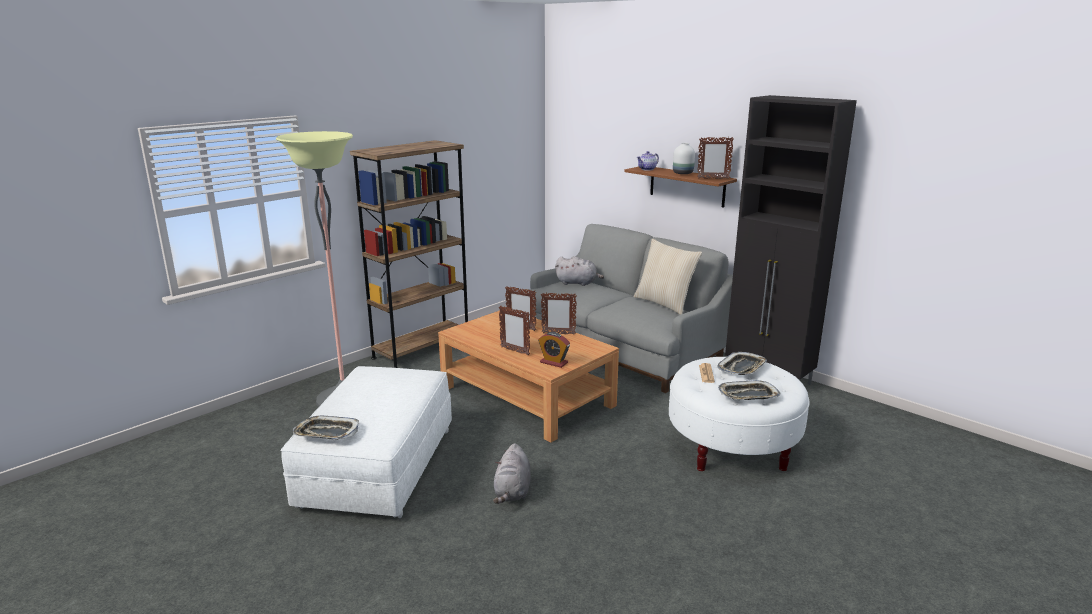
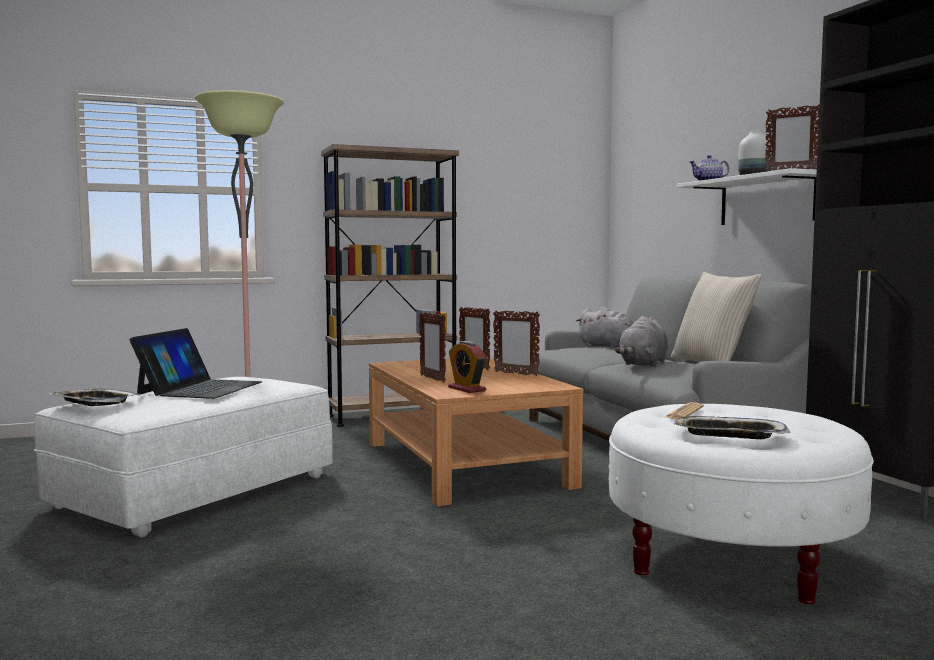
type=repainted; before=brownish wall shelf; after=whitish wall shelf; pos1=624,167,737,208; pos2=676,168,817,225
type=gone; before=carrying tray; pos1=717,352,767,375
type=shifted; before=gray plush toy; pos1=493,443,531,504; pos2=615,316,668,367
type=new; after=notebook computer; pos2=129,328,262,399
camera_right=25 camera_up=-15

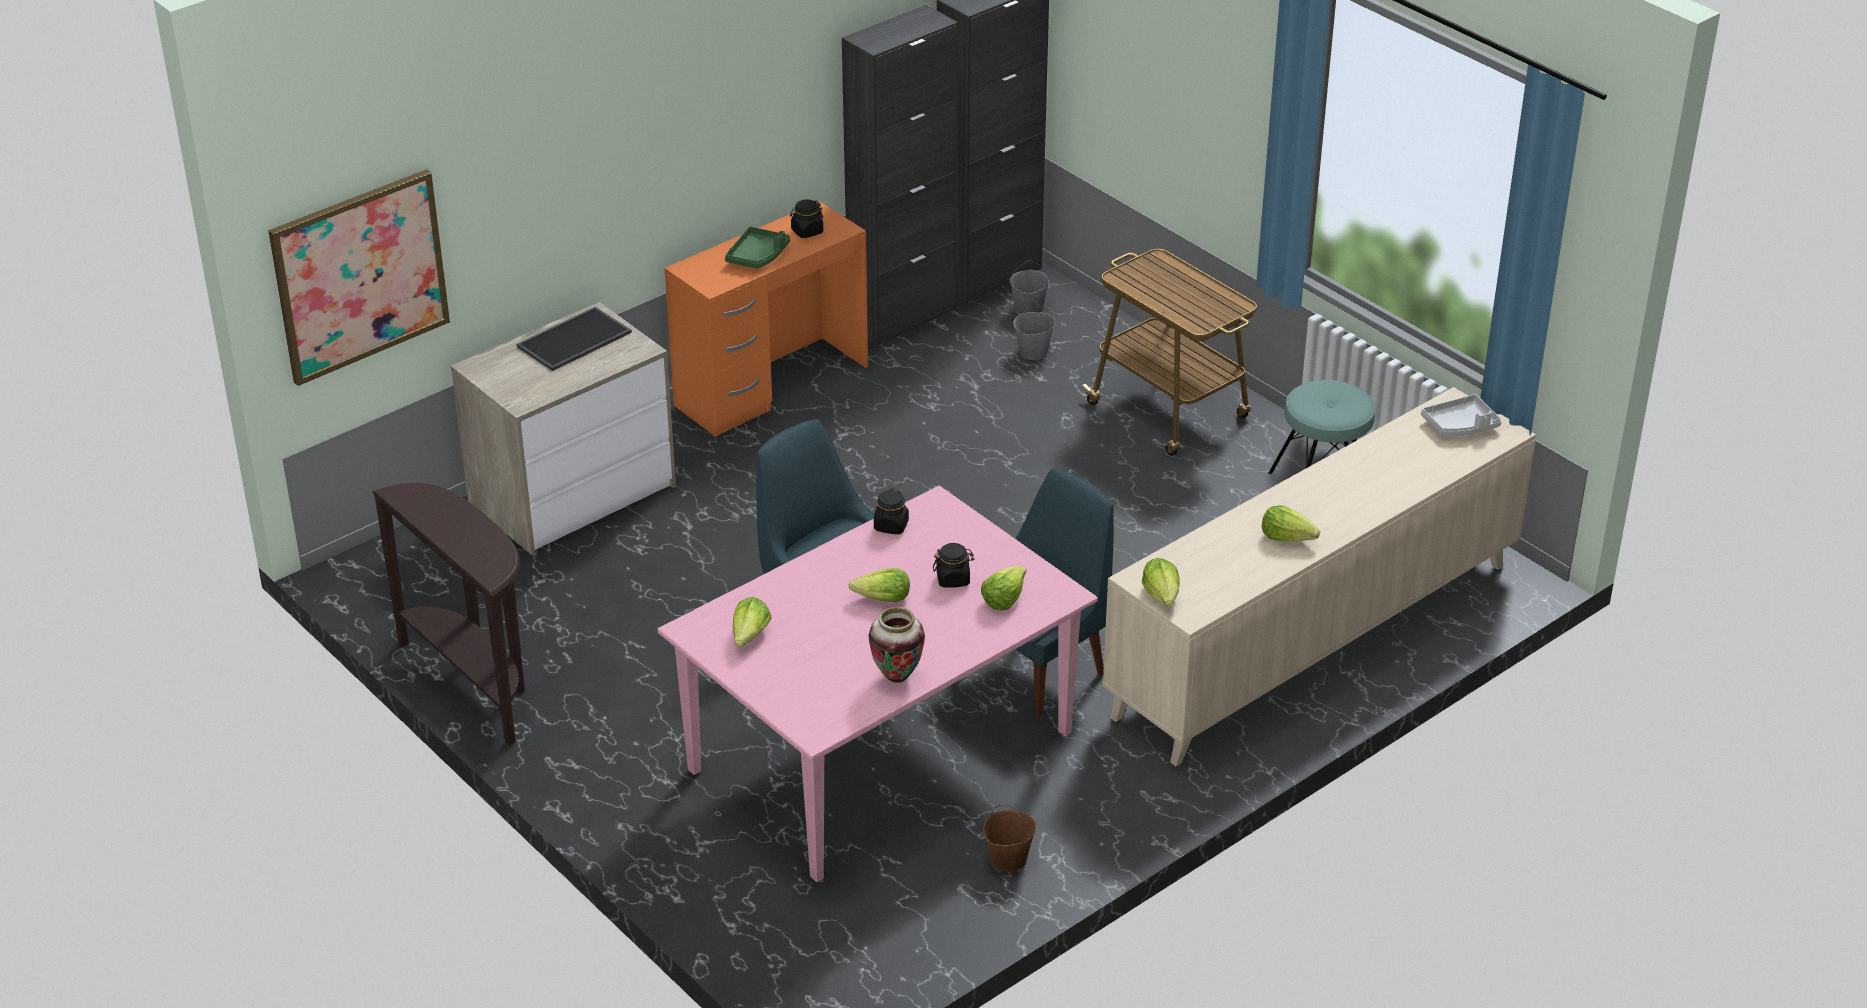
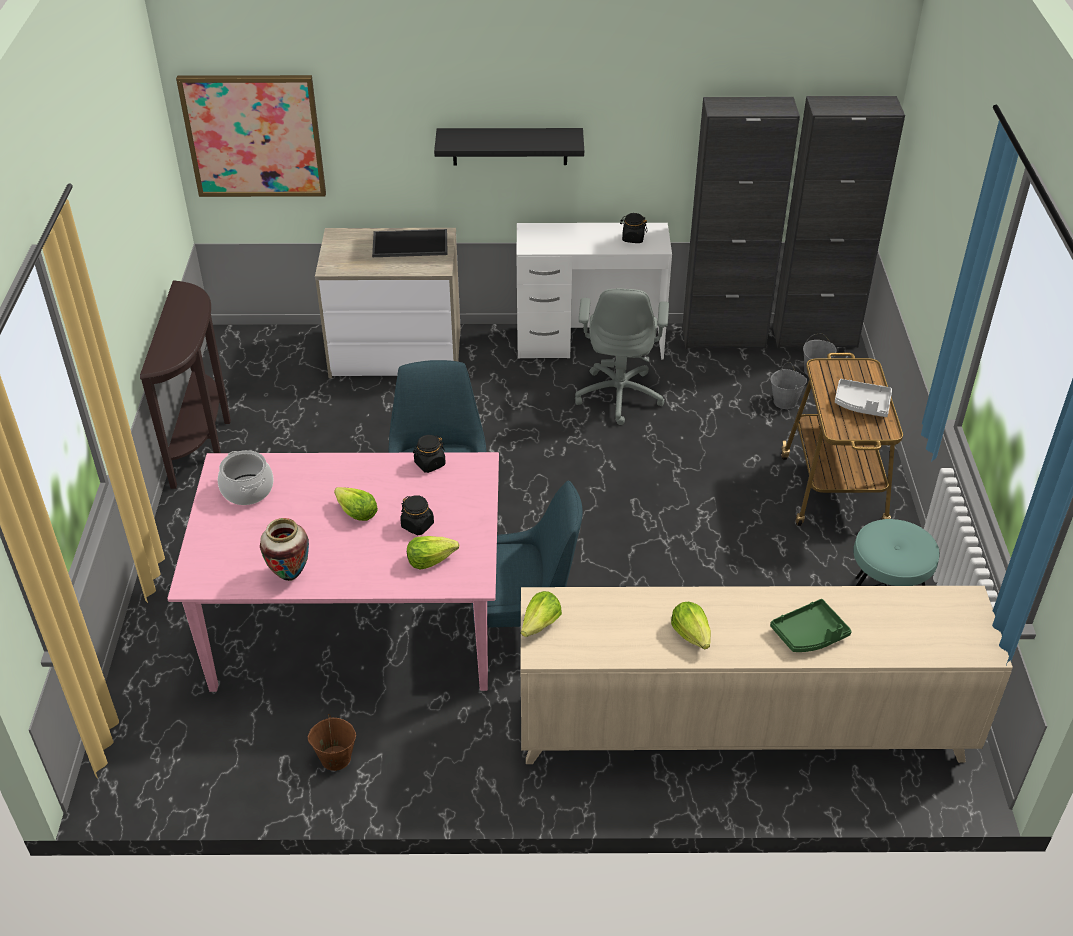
type=repainted; before=orangey desk; after=whitish desk; pos1=664,202,868,437; pos2=516,223,672,359
type=shifted; before=green carrying tray; pos1=725,227,790,269; pos2=770,599,852,652
type=shifted; before=gray carrying tray; pos1=1421,394,1502,436; pos2=835,379,892,417
type=swapped; before=lettuce; after=saucepot; pos1=733,597,772,647; pos2=218,450,274,505
type=new; after=blackish wall shelf; pos2=434,128,584,165
type=new; after=gray desk chair; pos2=575,289,669,425
camera_right=40 camera_up=5

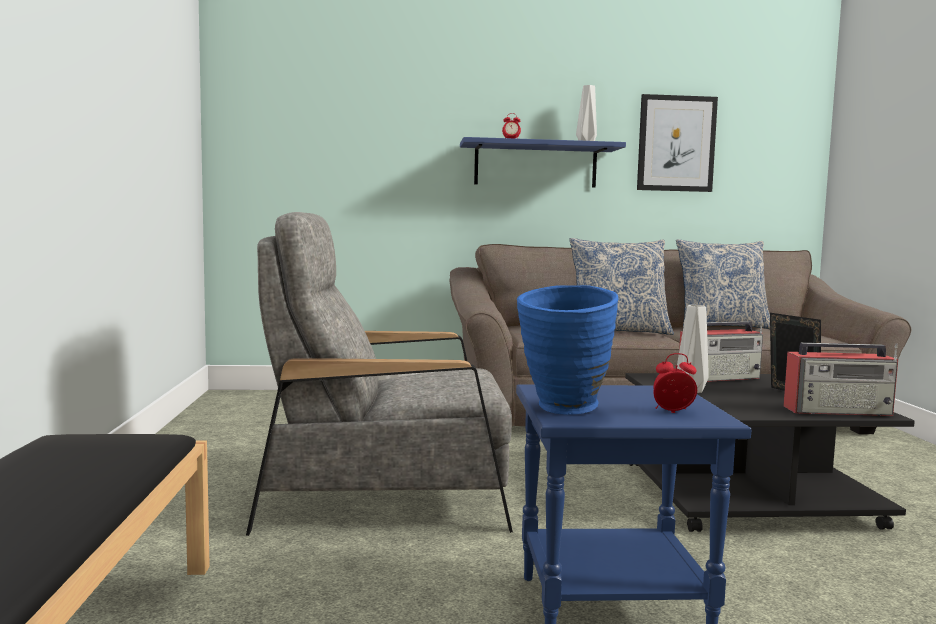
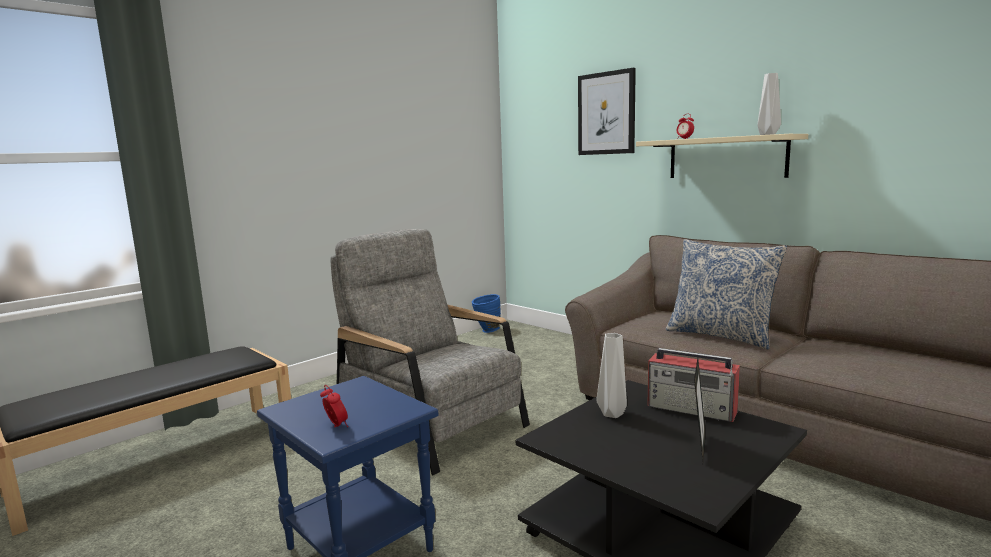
type=shifted; before=picture; pos1=637,94,718,192; pos2=578,68,636,155
type=repainted; before=bluish wall shelf; after=sand-coloured wall shelf; pos1=460,137,626,188; pos2=636,134,808,178
type=gone; before=cushion; pos1=676,239,770,329
type=shifted; before=bluish flower vase; pos1=517,285,619,415; pos2=472,294,501,333
type=gone; before=radio; pos1=783,343,898,416
camera_right=50 camera_up=5

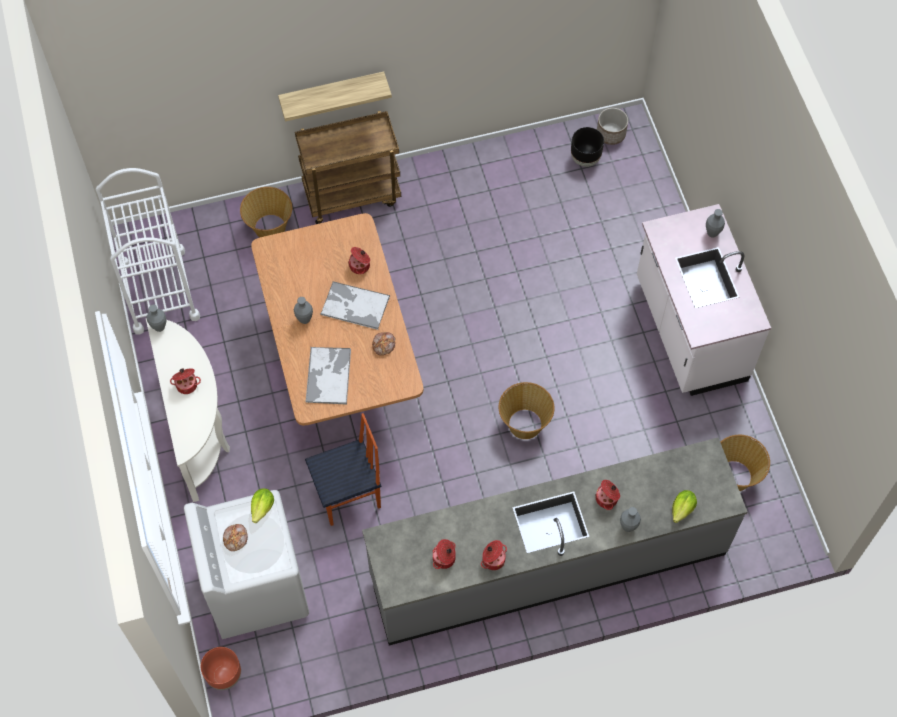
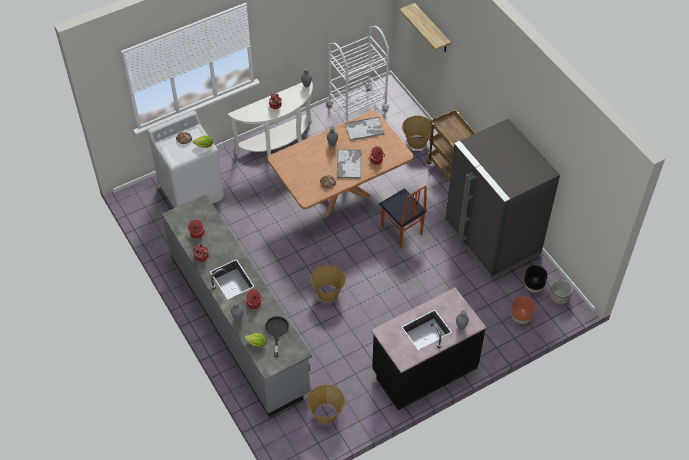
type=shifted; before=wall shelf; pos1=278,71,392,122; pos2=399,3,451,52
type=repainted; before=whitish kitchen base unit; after=blackish kitchen base unit; pos1=637,204,771,396; pos2=371,288,486,410
type=shifted; before=carrying tray; pos1=306,347,351,405; pos2=345,117,384,140
type=shifted; before=plain chair; pos1=305,413,381,526; pos2=379,185,427,248
type=shifted; before=brownish flower pot; pos1=201,647,241,690; pos2=511,296,535,324
type=new; after=gray fridge; pos2=445,118,560,279
type=new; after=blackish pan; pos2=265,316,289,357
camera_right=75 camera_up=-10

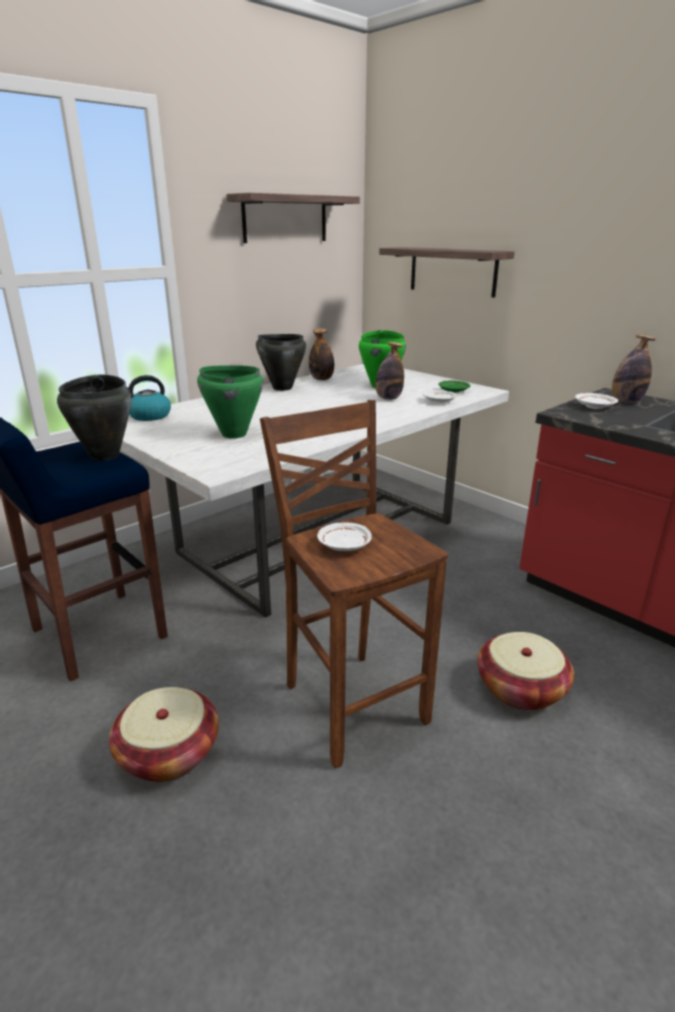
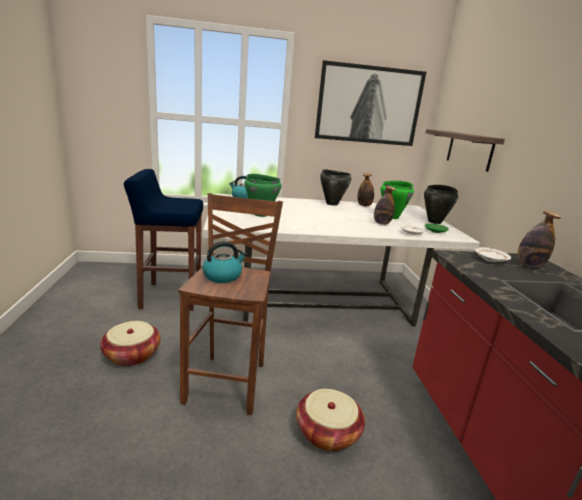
type=swapped; before=wall shelf; after=picture; pos1=227,193,360,243; pos2=315,60,426,146
type=shifted; before=blackish saucepot; pos1=57,375,132,461; pos2=424,185,458,224
type=swapped; before=whitish plate; after=tea kettle; pos1=317,522,372,551; pos2=202,241,247,283
camera_right=35 camera_up=-5

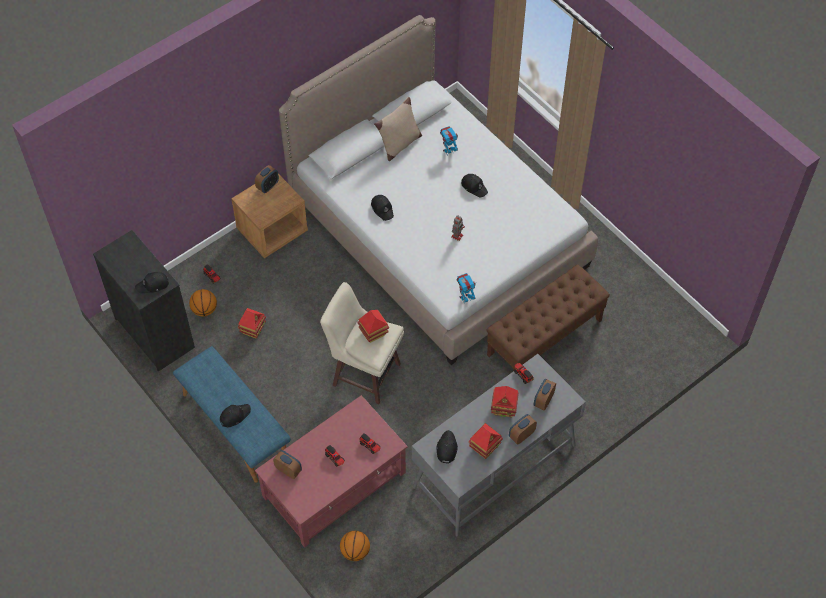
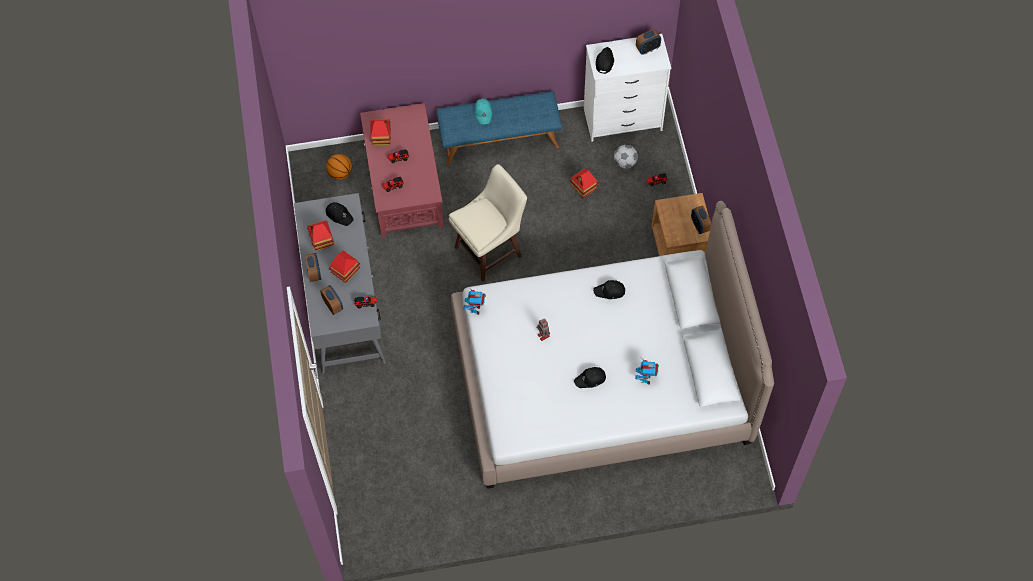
type=gone; before=sand-coloured cushion; pos1=374,97,422,161
type=repainted; before=blackish chest of drawers; after=whitish chest of drawers; pos1=93,230,195,372; pos2=584,34,671,142
type=gone; before=brownish indoor bench; pos1=487,264,610,371
type=swapped; before=basketball ball; after=football; pos1=189,289,217,317; pos2=614,145,638,169
type=shifted; before=toy house; pos1=357,310,389,343; pos2=370,119,391,146
type=repainted; before=blackish baseball cap; after=turquoise baseball cap; pos1=220,404,251,428; pos2=475,99,492,125
type=shifted; before=alarm clock; pos1=273,450,302,479; pos2=636,29,661,55
camera_right=120 camera_up=5

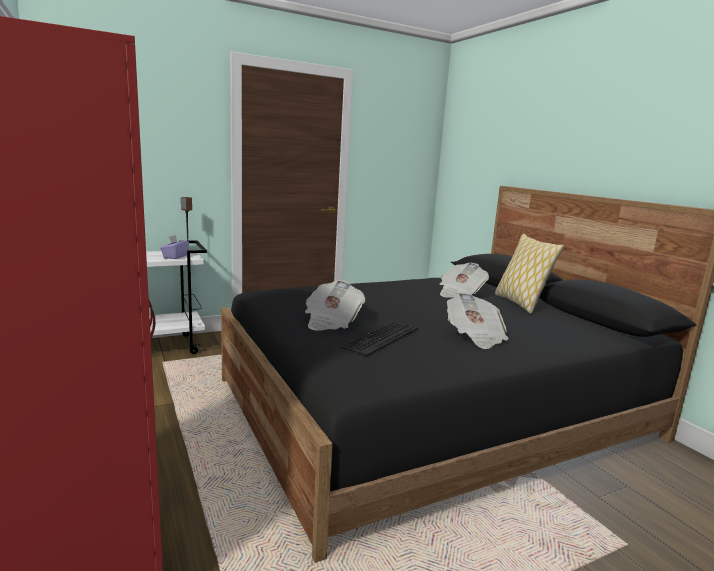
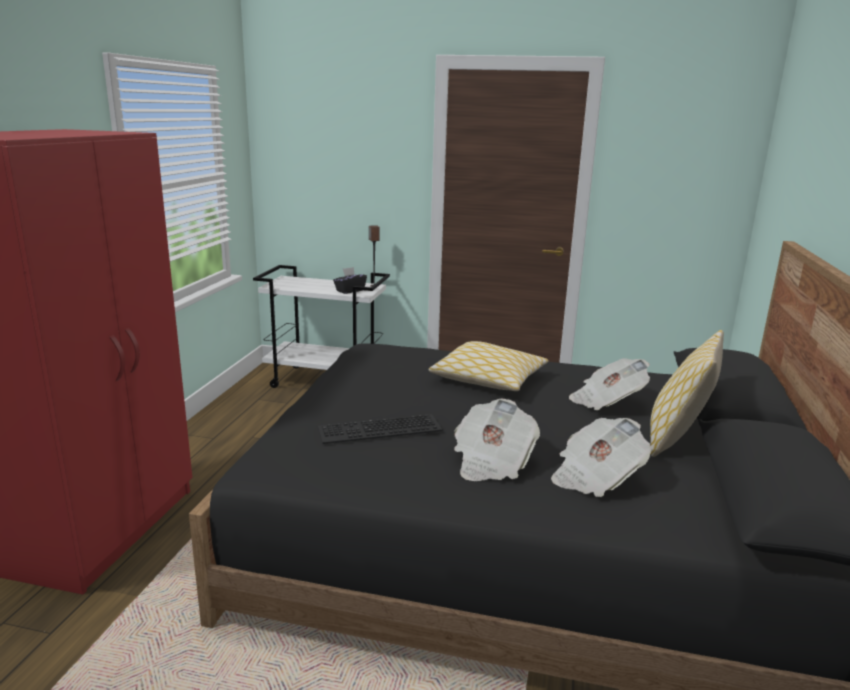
type=repainted; before=purple-coloured box of tissues; after=blackish box of tissues; pos1=160,235,189,259; pos2=333,267,367,294
type=shifted; before=printed paper; pos1=305,280,365,331; pos2=551,418,651,497
type=new; after=cushion; pos2=429,341,549,391
camera_right=40 camera_up=5

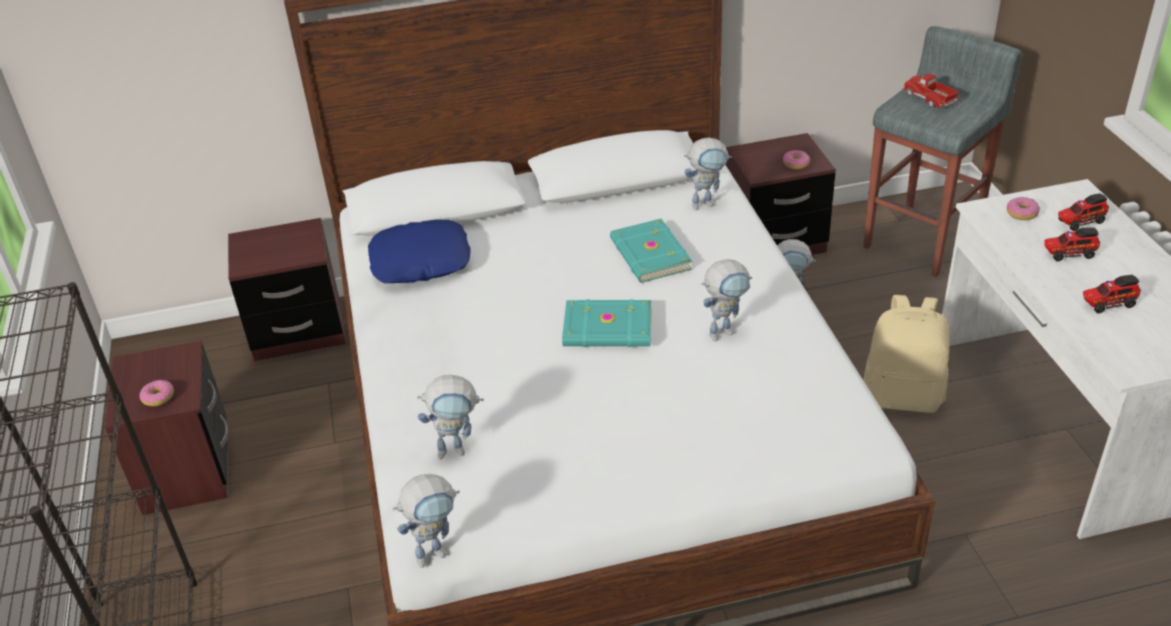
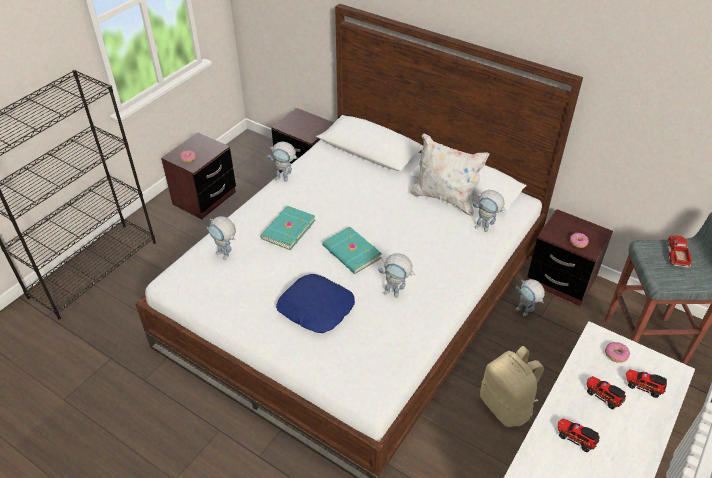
type=shifted; before=turquoise volume; pos1=610,219,692,283; pos2=260,206,316,250
type=shifted; before=bluish cushion; pos1=368,220,470,283; pos2=276,274,355,333
type=shifted; before=toy robot; pos1=393,474,460,568; pos2=268,141,298,182
type=new; after=whitish cushion; pos2=410,133,489,217
camera_right=45 camera_up=5

